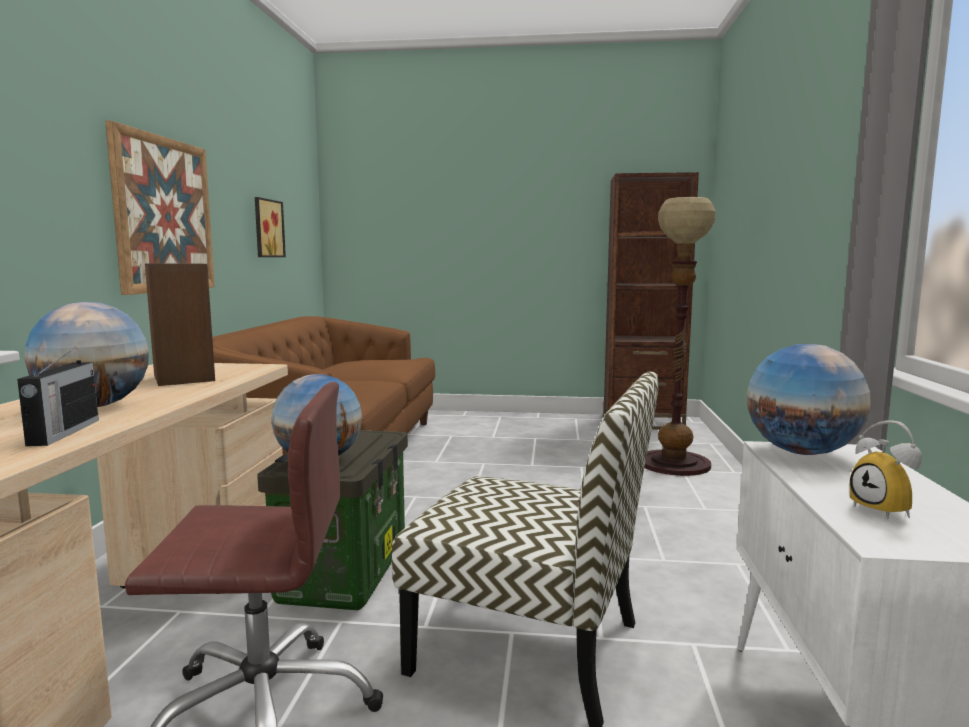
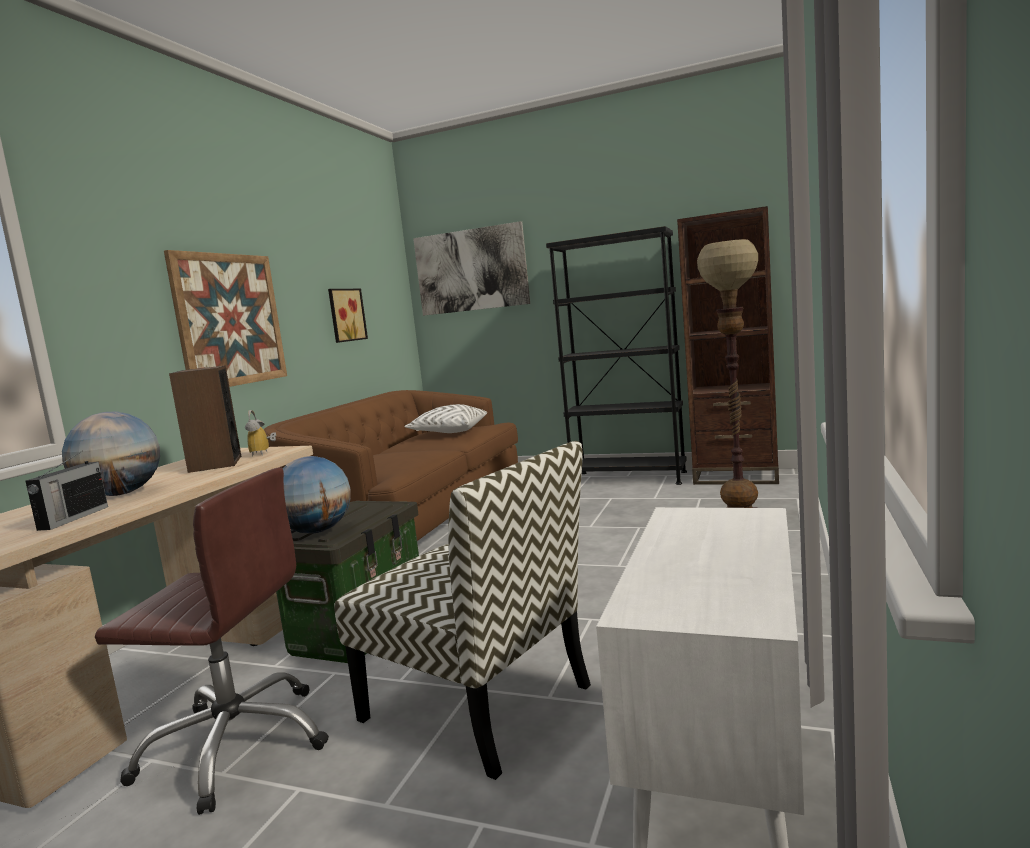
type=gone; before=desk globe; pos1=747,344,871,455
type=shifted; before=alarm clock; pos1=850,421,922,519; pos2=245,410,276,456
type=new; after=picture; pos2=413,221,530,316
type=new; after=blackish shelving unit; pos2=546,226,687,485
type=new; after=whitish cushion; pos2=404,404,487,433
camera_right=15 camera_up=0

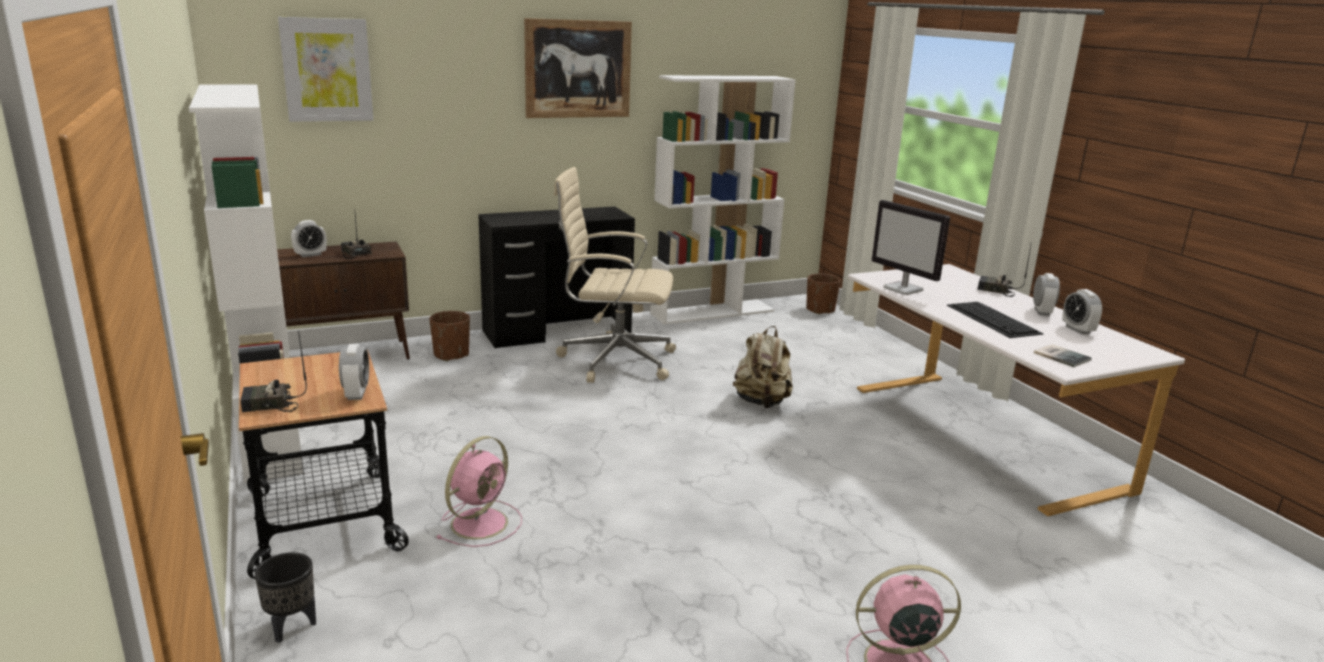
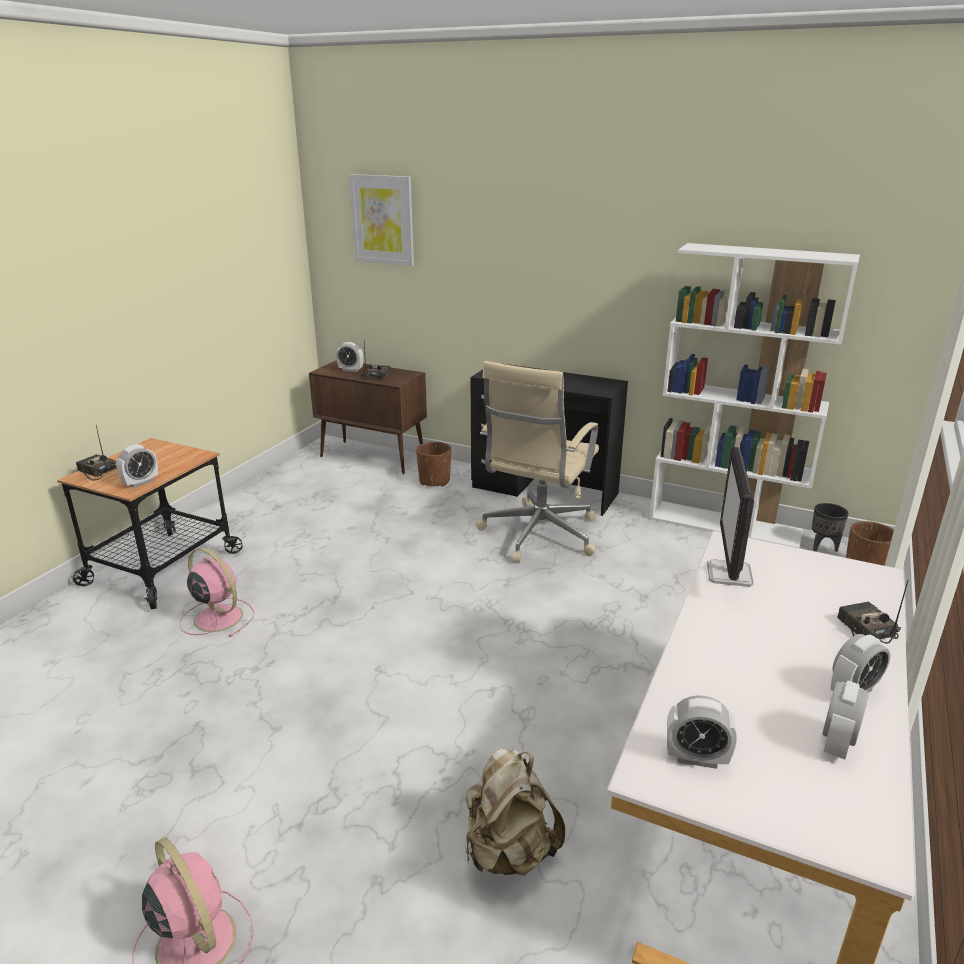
type=gone; before=picture; pos1=524,18,632,118
type=gone; before=whitish shelving unit; pos1=189,84,303,483
type=rotated; before=sand-coloured desk chair; pos1=554,167,676,383; pos2=476,361,599,563; turn=-120
type=gone; before=computer keyboard; pos1=947,302,1044,338
type=shifted; before=sand-coloured rucksack; pos1=733,326,793,408; pos2=466,748,565,876
type=swapped; before=volume; after=alarm clock; pos1=1034,344,1092,367; pos2=667,696,737,769
type=rotated; before=pinkish cooling fan; pos1=437,436,522,547; pos2=179,548,254,637; turn=-135
type=shifted; before=blackish flower pot; pos1=255,552,316,643; pos2=812,503,849,552
camera_right=50 camera_up=5

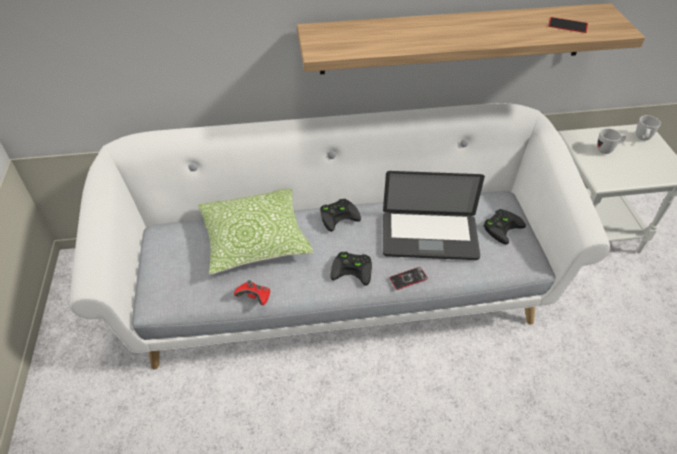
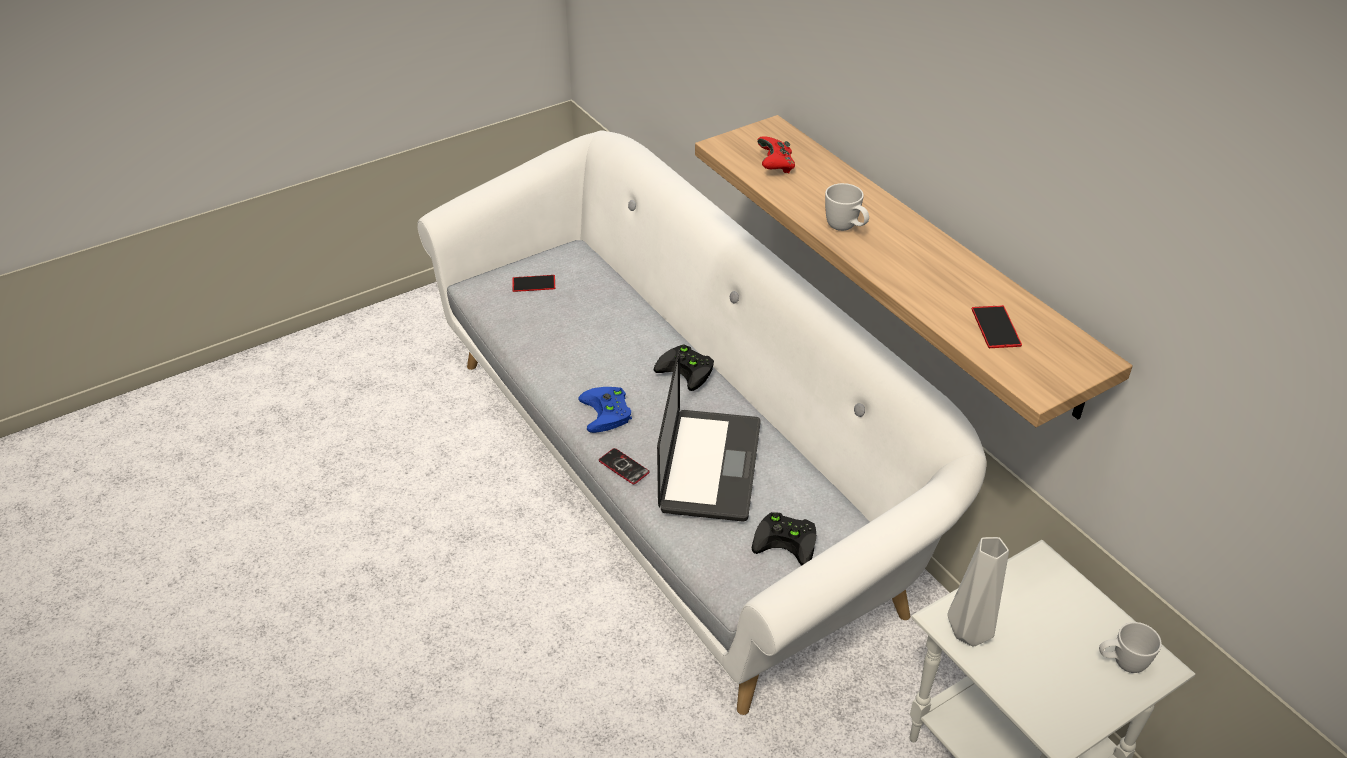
type=shifted; before=whitish mug; pos1=597,128,626,154; pos2=825,183,869,231
type=rotated; before=notebook computer; pos1=383,171,485,260; pos2=657,349,761,522; turn=-150
type=gone; before=cushion; pos1=198,189,314,275
type=repainted; before=blackish game controller; after=bluish game controller; pos1=330,252,372,286; pos2=578,387,632,433
type=shifted; before=red-coloured game controller; pos1=234,280,270,305; pos2=757,136,795,173
type=new; after=telephone; pos2=512,275,556,292
type=new; after=gray flower vase; pos2=947,537,1009,646
camera_right=65 camera_up=-5

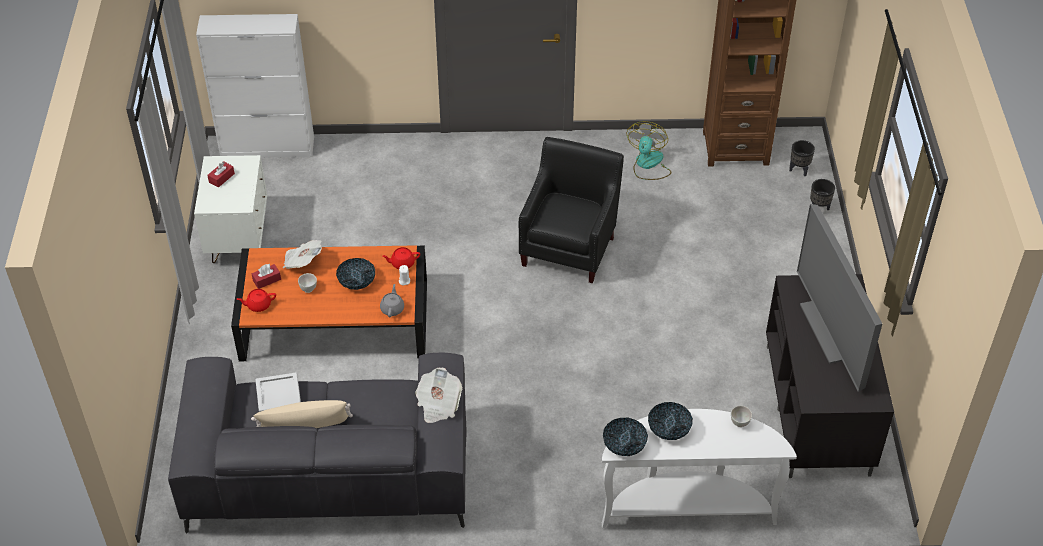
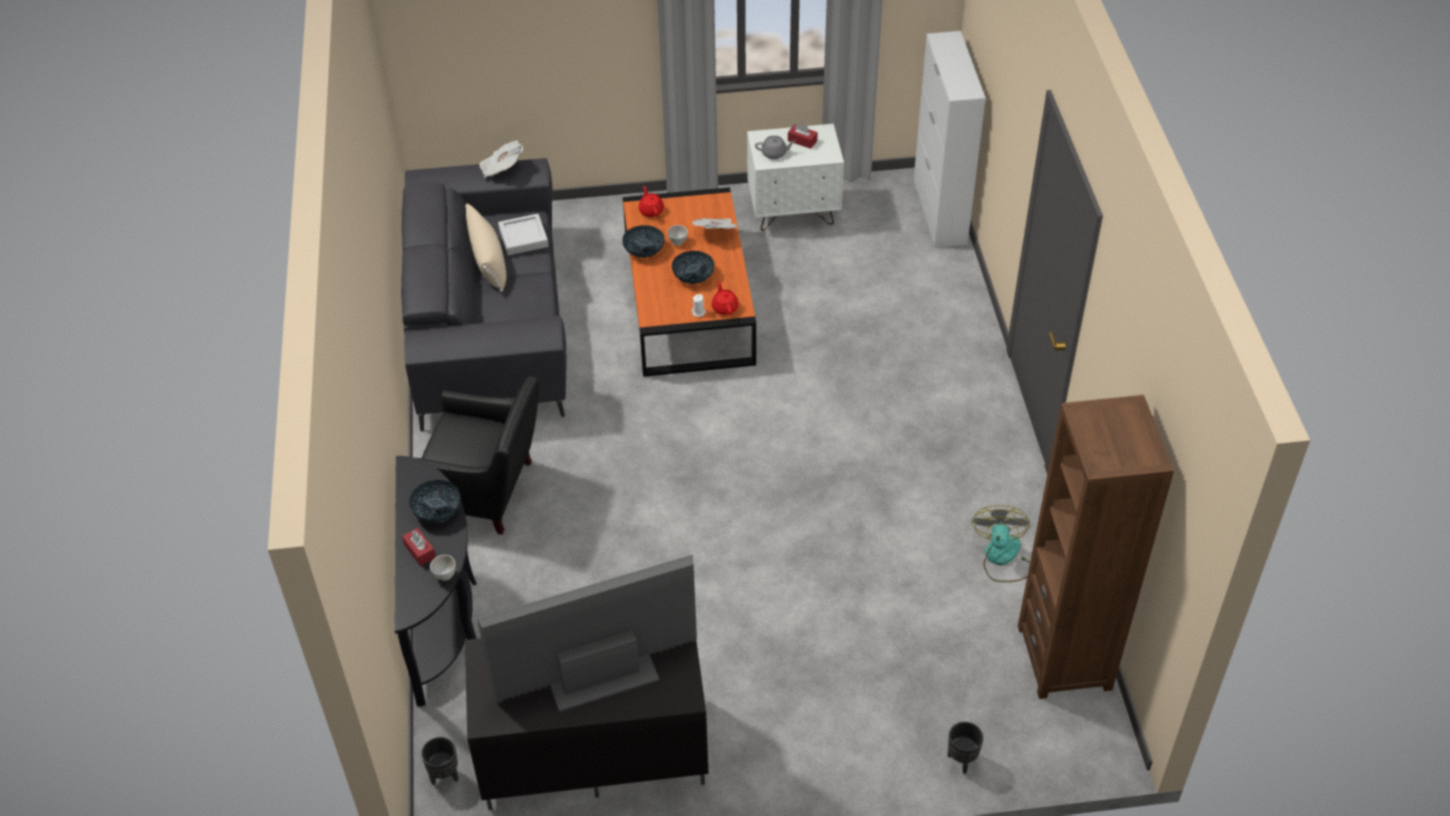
type=rotated; before=cooling fan; pos1=627,121,671,180; pos2=972,505,1030,582; turn=-90
type=shifted; before=blackish easy chair; pos1=518,137,624,283; pos2=417,376,539,534
type=shifted; before=blackish flower pot; pos1=789,140,815,176; pos2=421,737,459,785
type=shifted; before=red-coloured box of tissues; pos1=252,264,281,289; pos2=402,528,436,566
type=shifted; before=gray teapot; pos1=380,284,404,317; pos2=755,136,795,159
type=shifted; before=printed paper; pos1=415,368,462,423; pos2=479,140,523,178
type=repainted; before=whitish narrow table; after=blackish narrow table; pos1=602,409,797,528; pos2=395,456,477,707
type=shifted; before=serving bowl; pos1=603,418,648,456; pos2=622,225,665,258
camera_right=85 camera_up=0

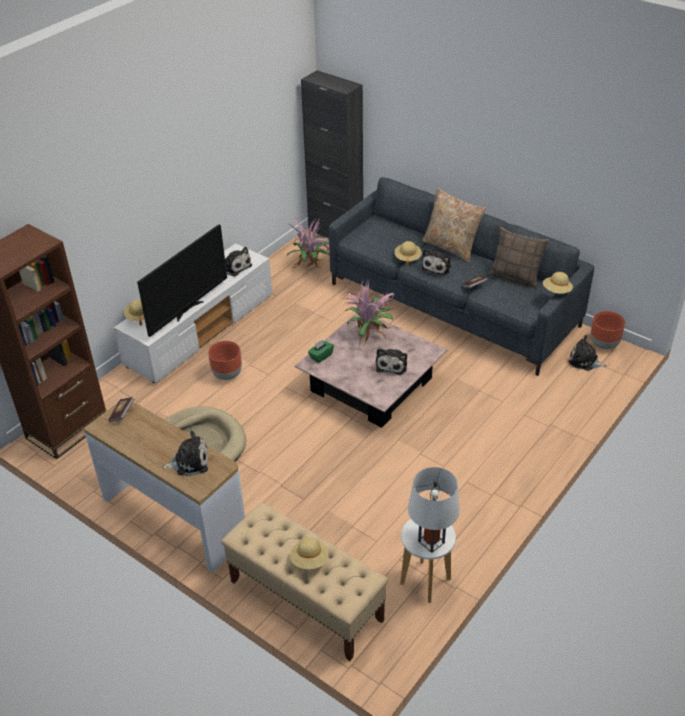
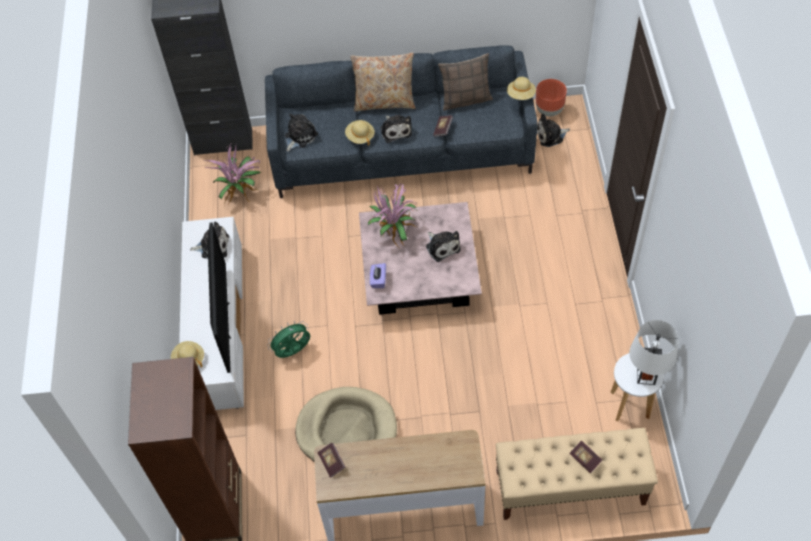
type=repainted; before=green box of tissues; after=purple-coloured box of tissues; pos1=308,339,334,363; pos2=369,263,386,288
type=swapped; before=brownish flower pot; after=green cooling fan; pos1=208,341,242,380; pos2=267,321,310,358
type=shifted; before=plush toy; pos1=162,431,208,475; pos2=285,114,318,151
type=swapped; before=sand-coloured clothing hat; after=volume; pos1=290,537,328,569; pos2=569,440,602,473
camera_right=-40 camera_up=15

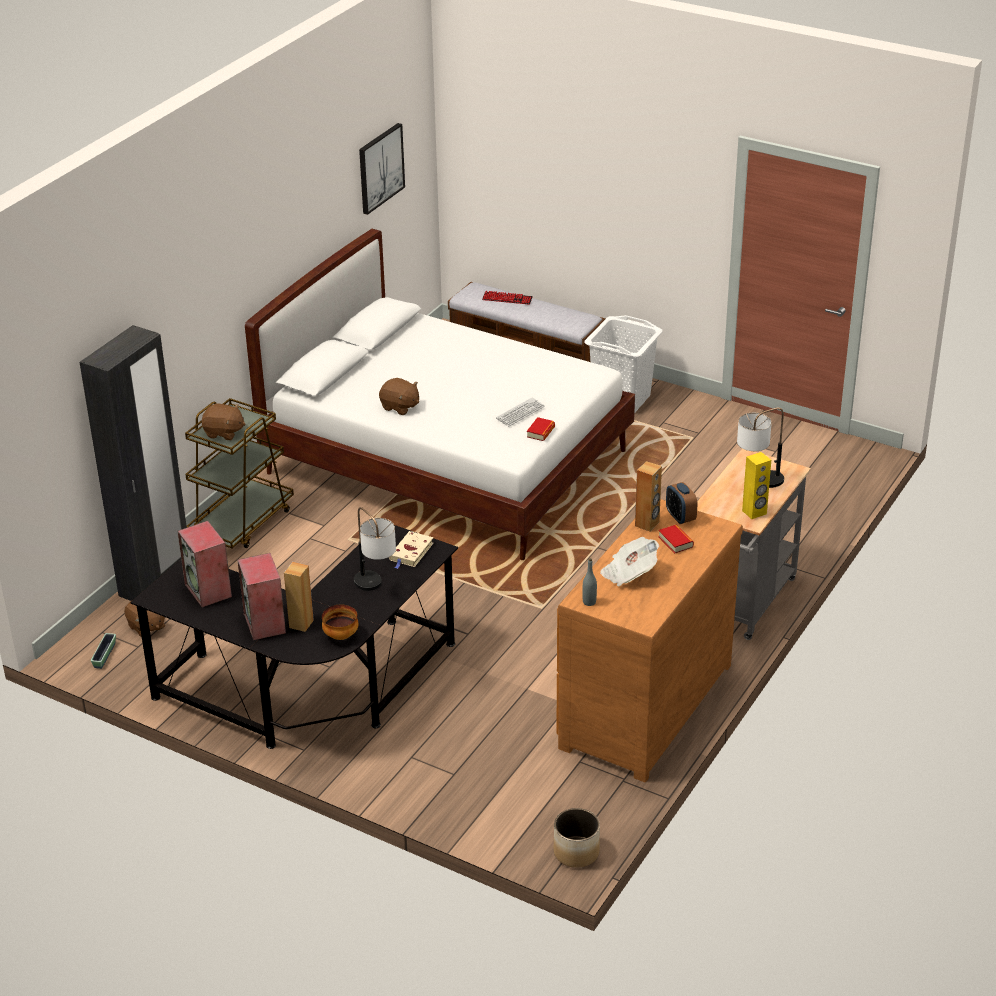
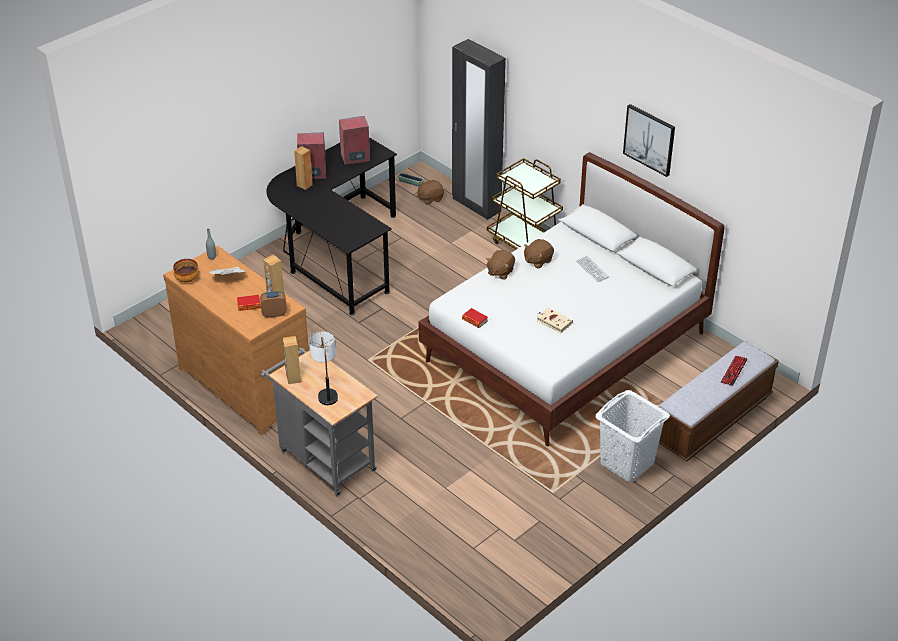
type=shifted; before=picture; pos1=359,123,405,215; pos2=623,104,675,177
type=shifted; before=computer keyboard; pos1=496,397,545,426; pos2=576,256,609,282
type=shifted; before=brownish plush toy; pos1=201,403,245,440; pos2=486,250,515,280
type=repainted; before=yellow loudspeaker; after=brownish loudspeaker; pos1=742,452,771,519; pos2=283,336,301,384
type=gone; before=tabletop lamp; pos1=354,507,396,591
type=shifted; before=sand-coloured volume; pos1=389,531,433,569; pos2=536,308,573,333
type=shifted; before=serving bowl; pos1=322,605,358,640; pos2=173,259,199,283
type=gone; before=flower pot; pos1=554,808,600,868
camera_right=105 camera_up=5

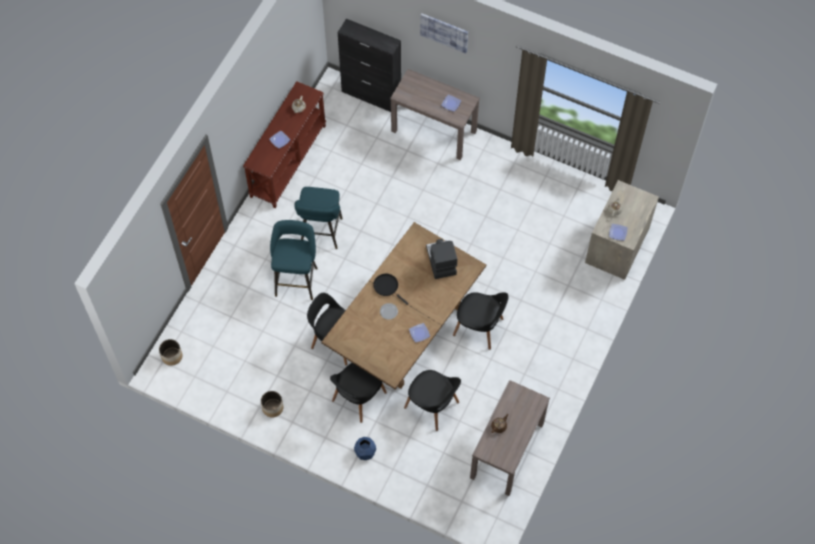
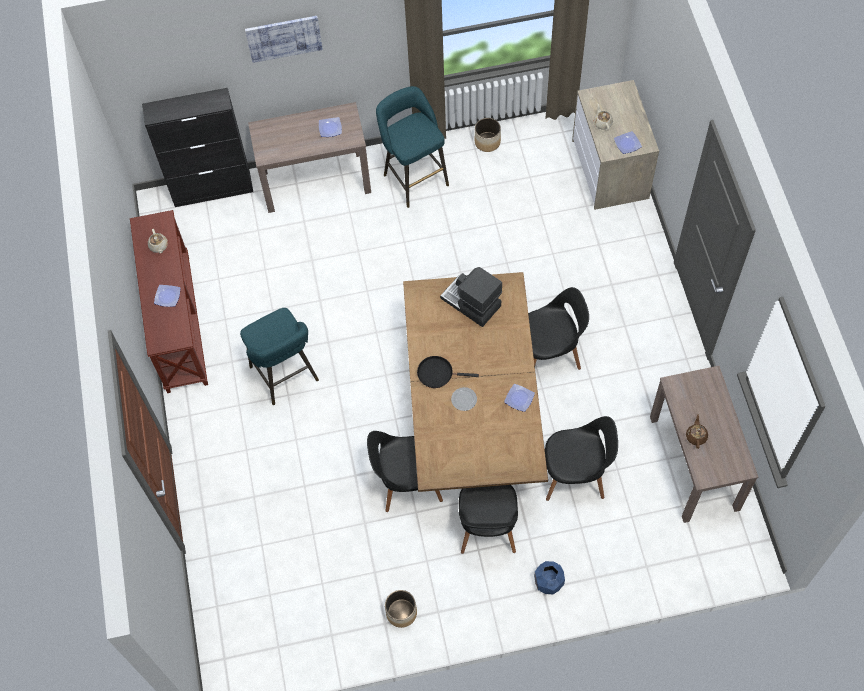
type=shifted; before=turquoise stool seat; pos1=270,220,318,300; pos2=376,86,449,208
type=shifted; before=flower pot; pos1=159,339,182,366; pos2=475,118,501,152
camera_right=-35 camera_up=0

